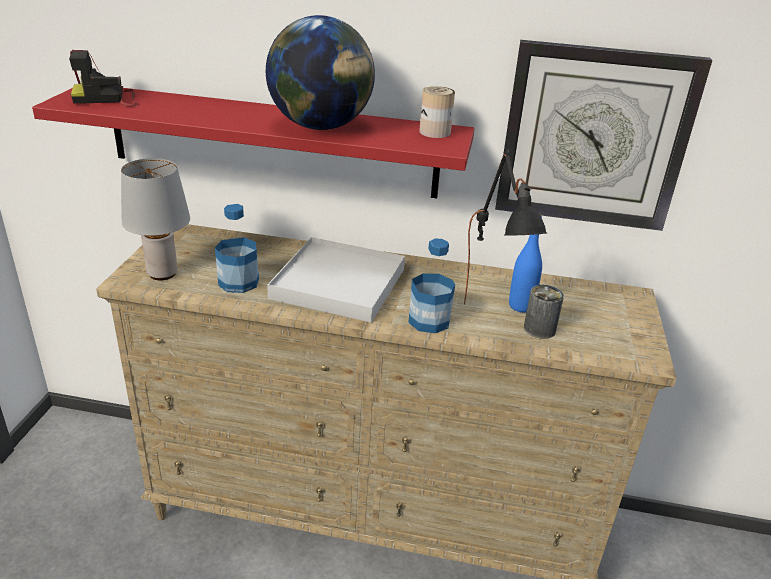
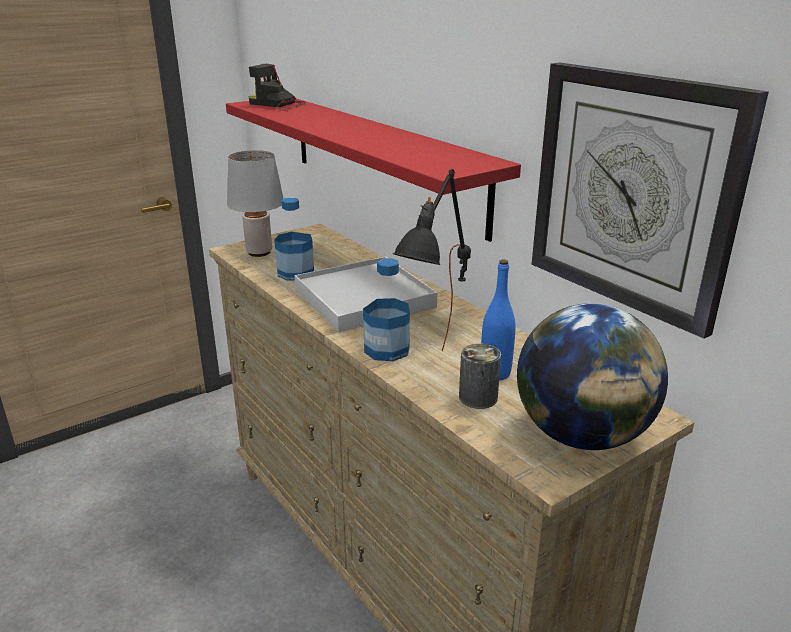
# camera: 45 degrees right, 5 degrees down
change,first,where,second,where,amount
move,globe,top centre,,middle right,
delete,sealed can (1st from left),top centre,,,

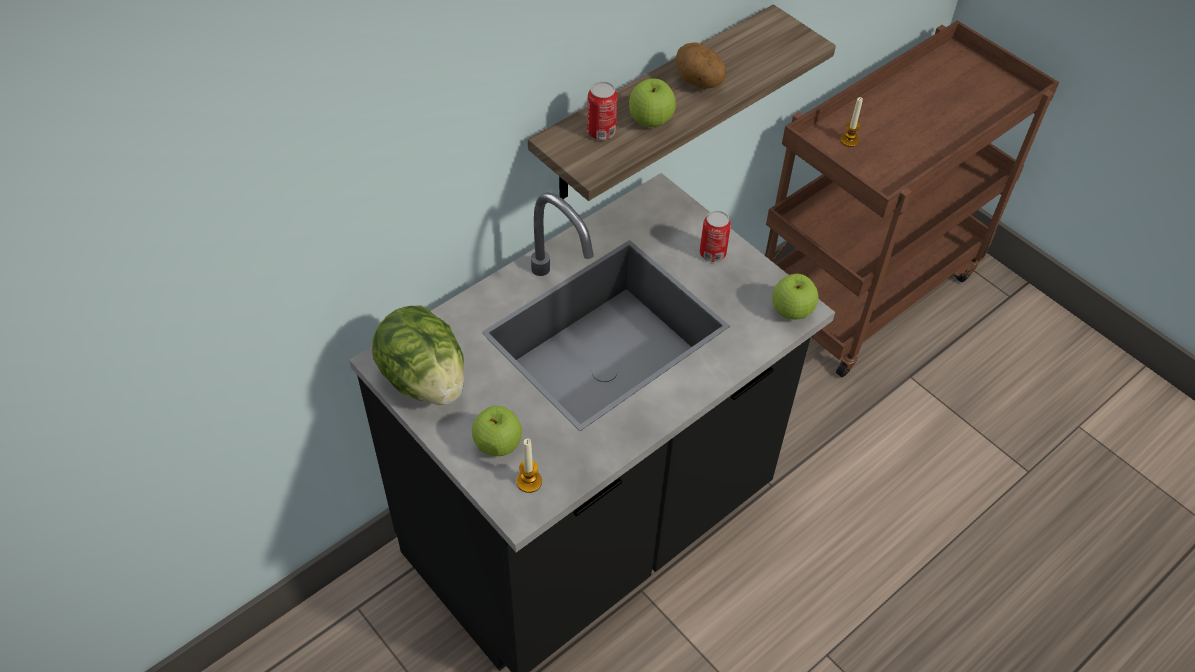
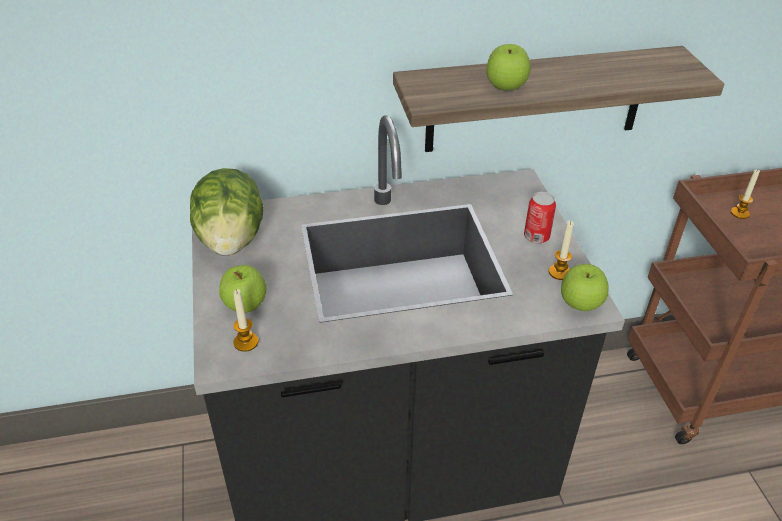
# camera: 30 degrees right, 10 degrees down
change,first,where,second,where,amount
delete,potato,top centre,,,
delete,sealed can (1st from left),top centre,,,
insert,,,wax light (2nd from left),middle right,

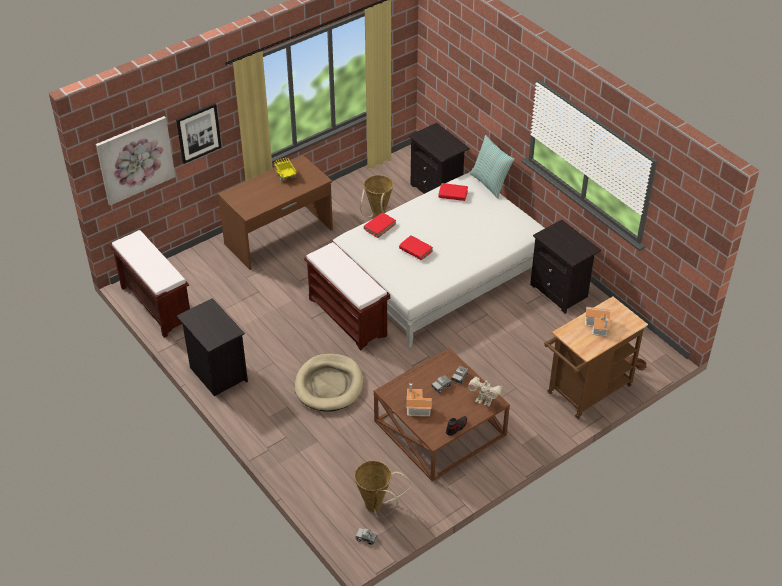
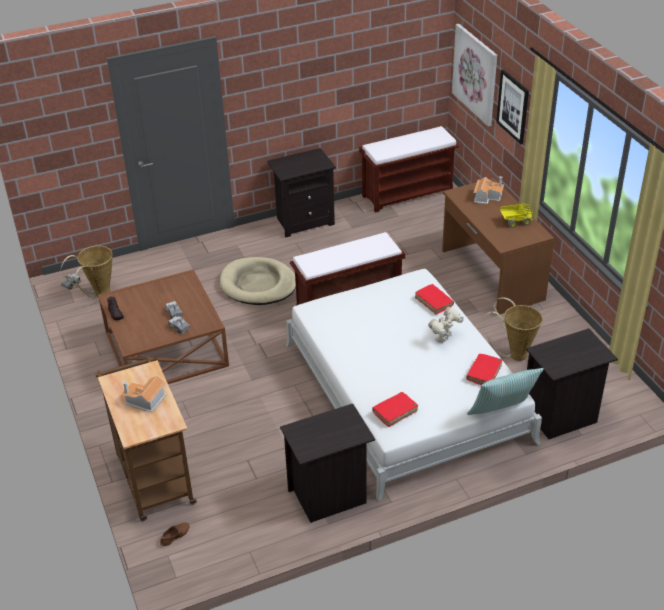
# camera: 105 degrees right, 5 degrees down
change,first,where,second,where,amount
move,book (reddish) (2nd from left in the first image),centre,book (reddish) (1st from left),bottom centre,
move,robot figure,bottom centre,,middle right,
move,miniature house (1st from left in the first image),bottom centre,miniature house (2nd from left),top right,

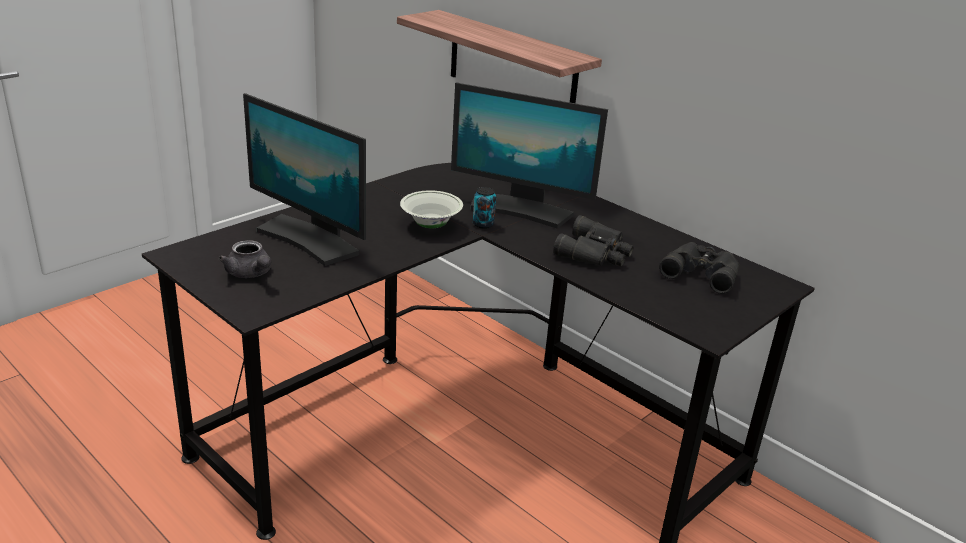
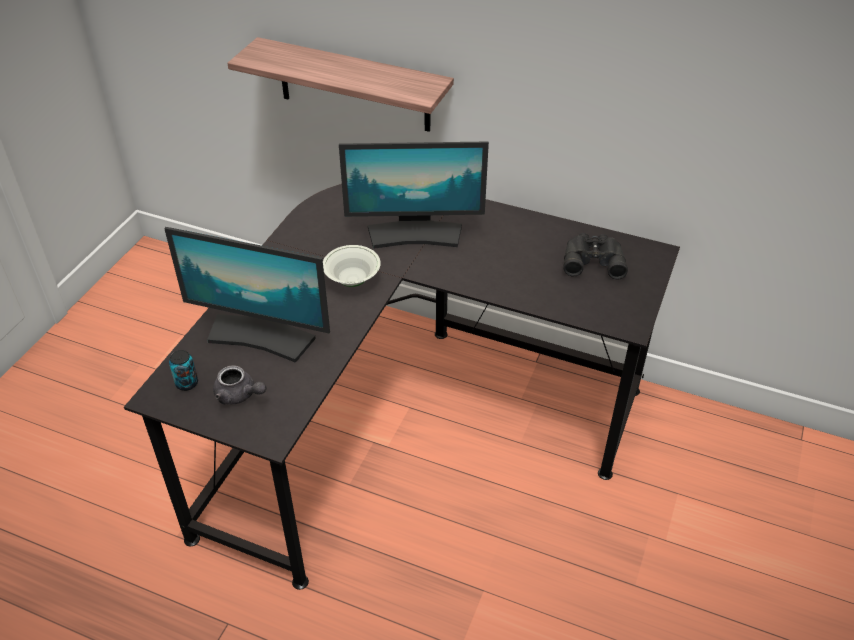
# camera: 20 degrees left, 15 degrees up
change,first,where,second,where,amount
move,sealed can,centre,,middle left,
delete,field glasses (black-coloured) (1st from left),centre,,,

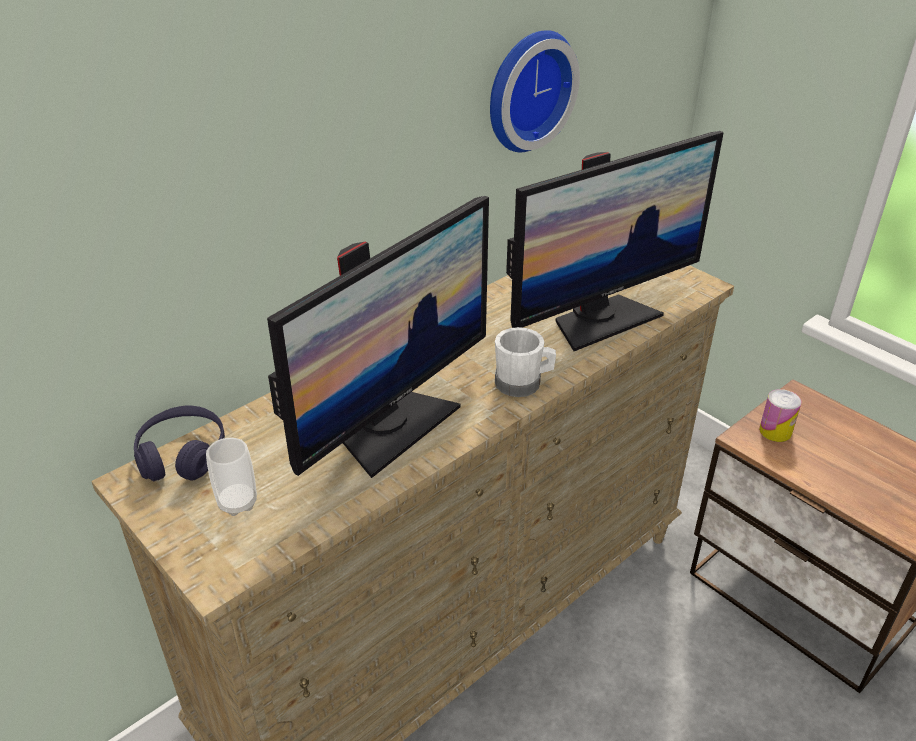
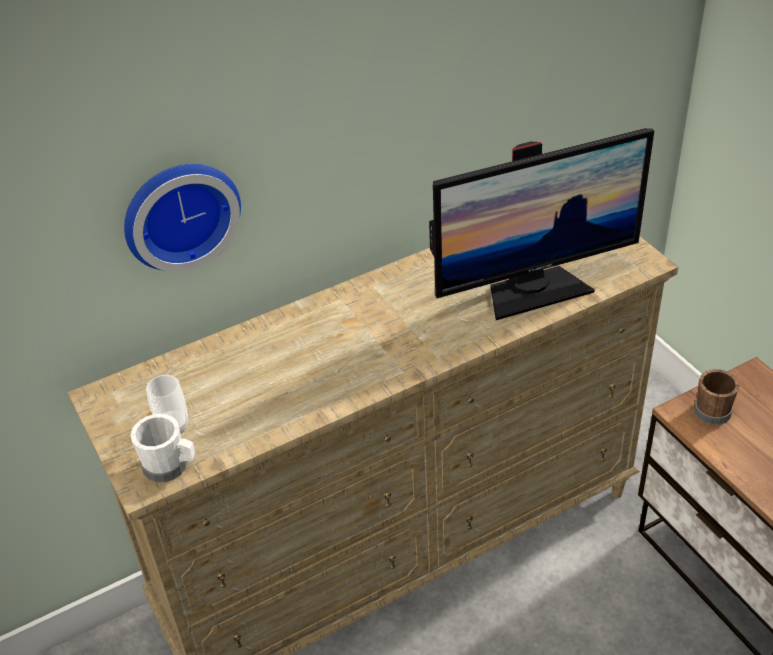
# camera: 15 degrees right, 5 degrees up
change,first,where,second,where,amount
move,wall clock,top centre,,top left,
delete,monitor (1st from left),centre,,,
move,coffee mug (white-coloured),centre,,bottom left,
replace,sealed can,middle right,coffee mug (brownish),middle right,
delete,headphones (purple-coloured),middle left,,,

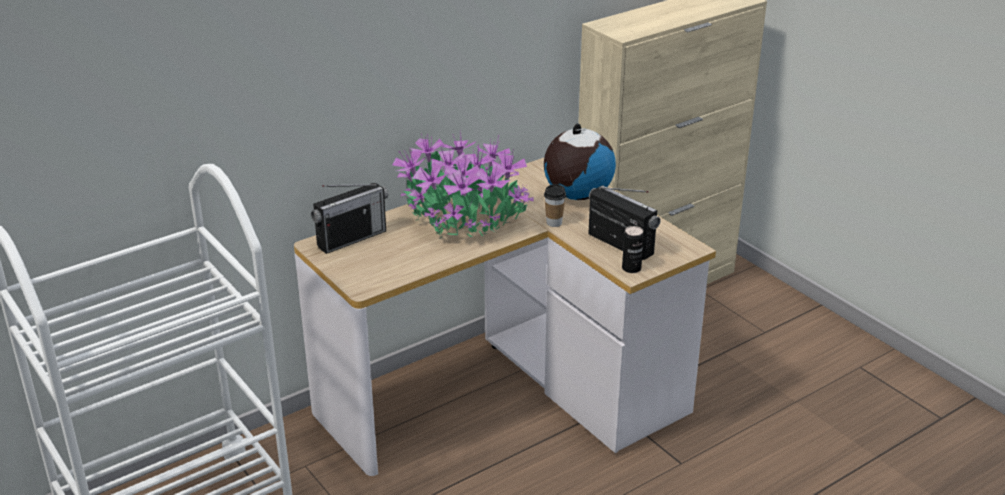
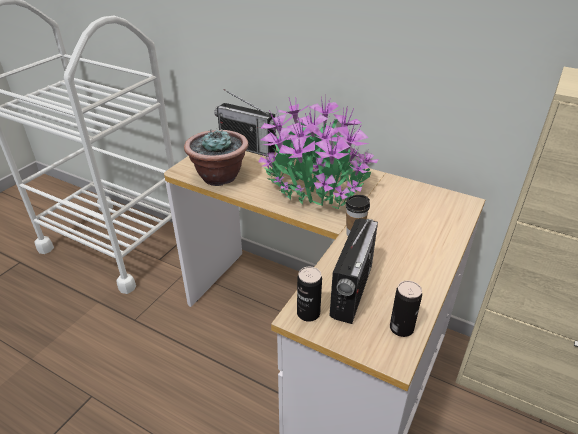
# camera: 65 degrees right, 5 degrees up
change,first,where,second,where,amount
delete,globe,top centre,,,
insert,,,houseplant (1st from left),centre,
insert,,,sealed can (2nd from left),bottom right,

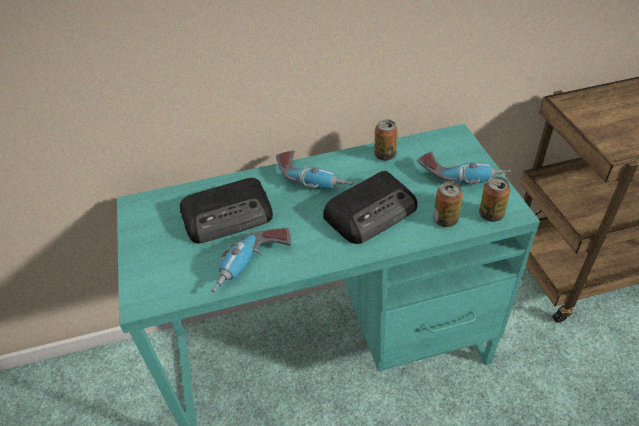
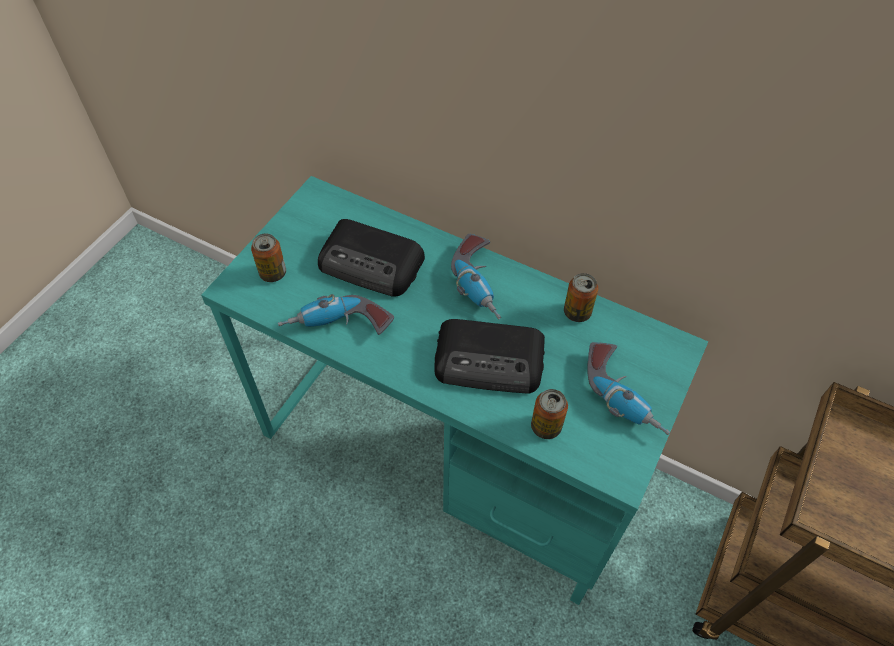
# camera: 40 degrees right, 10 degrees up
change,first,where,second,where,amount
move,sealed can (3rd from left in the first image),middle right,sealed can (1st from left),middle left,

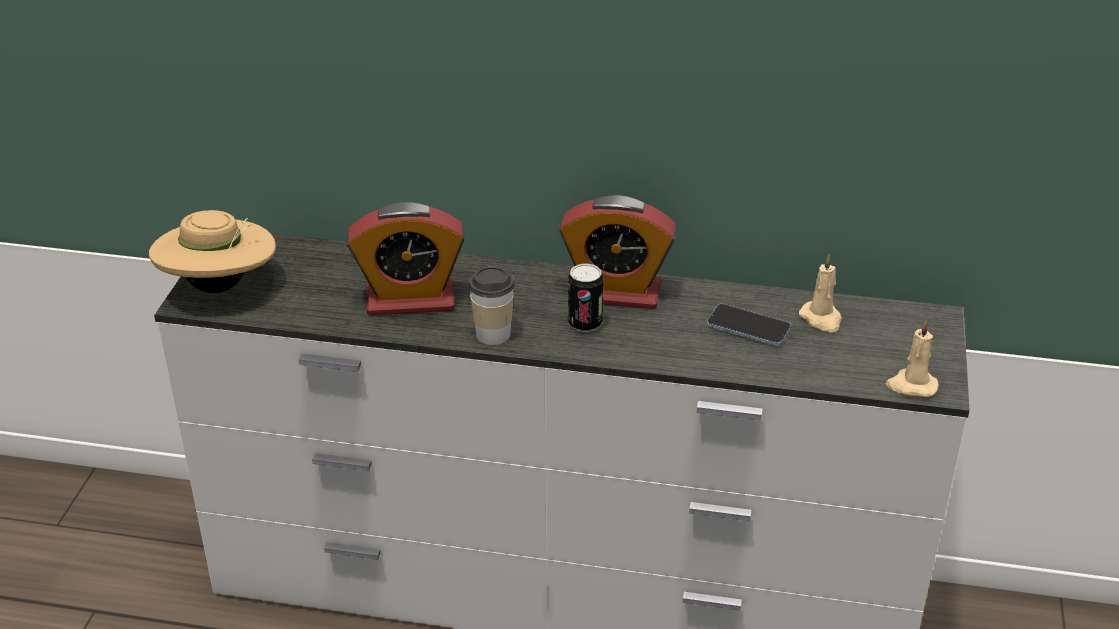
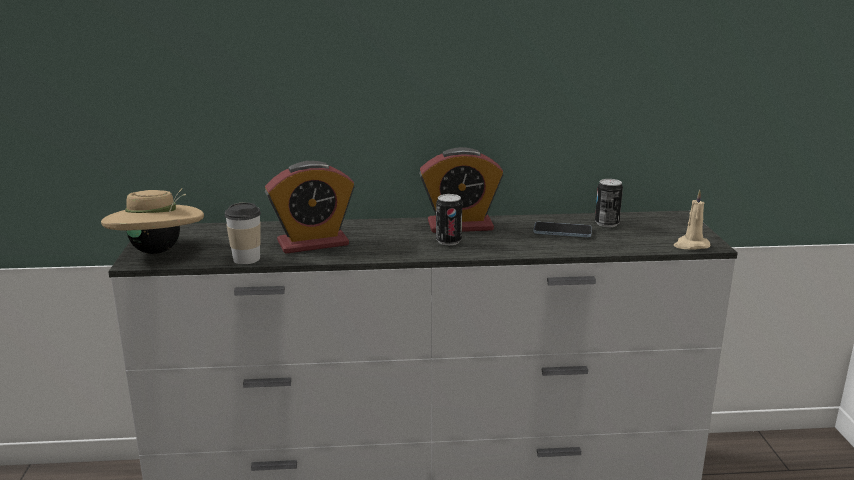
# camera: 15 degrees left, 15 degrees down
change,first,where,second,where,amount
replace,wax light (beige-coloured) (1st from left),middle right,sealed can (2nd from left),middle right,
move,small cup,centre,,middle left,

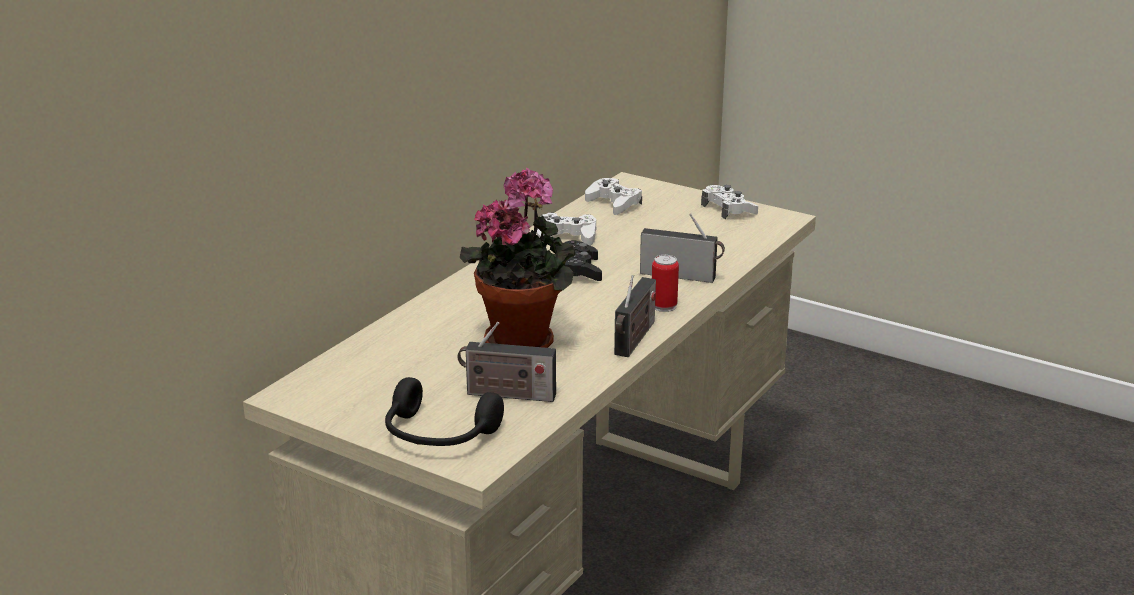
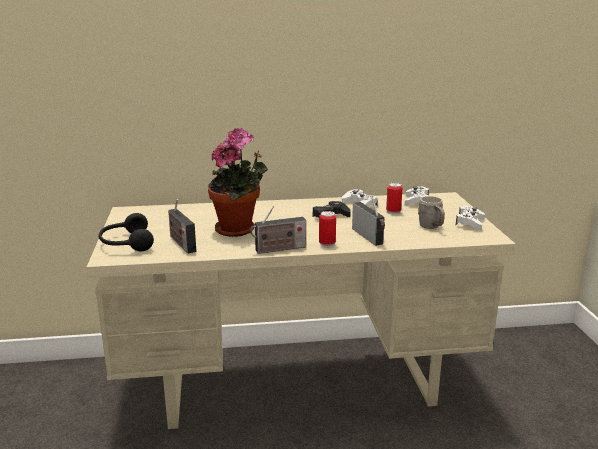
# camera: 50 degrees right, 5 degrees down
change,first,where,second,where,amount
insert,,,sealed can (2nd from left),centre,
insert,,,coffee mug (grey),middle right,

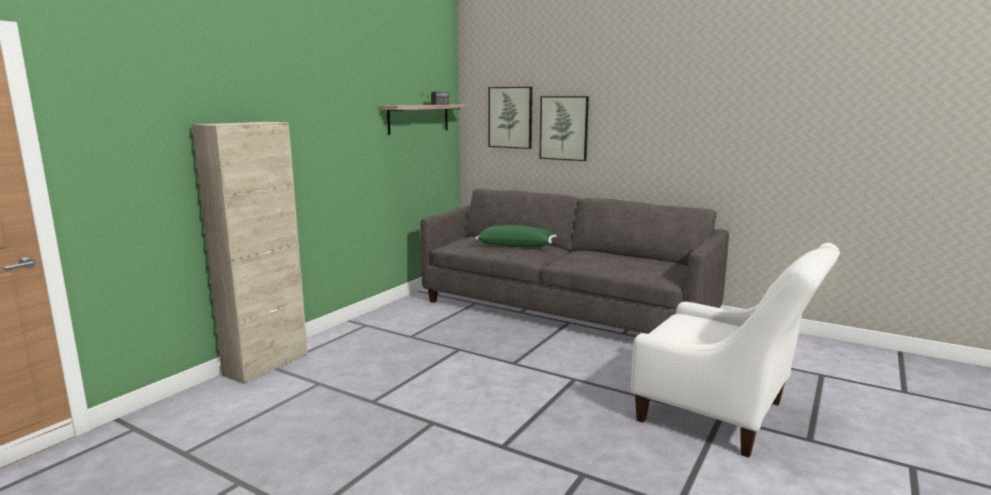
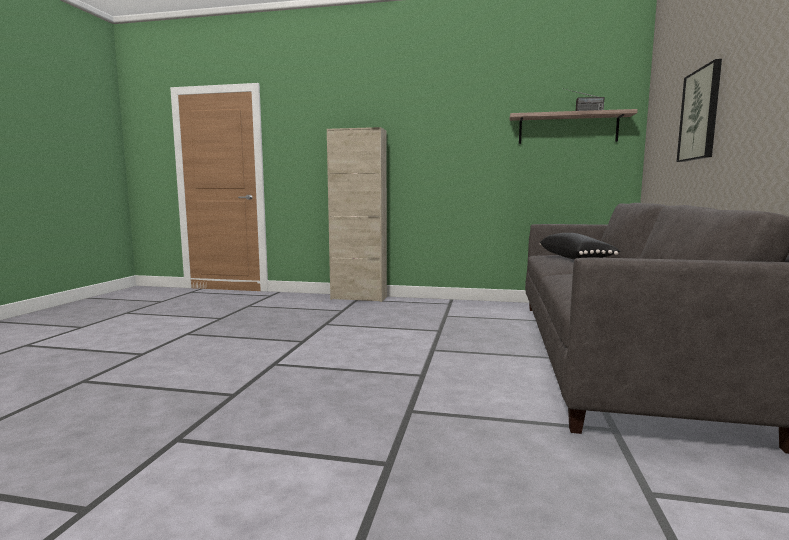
# camera: 70 degrees right, 5 degrees down
change,first,where,second,where,amount
delete,wall art (1st from left),top centre,,,
recolor,pillow (green),centre,pillow (black-coloured),middle right,
delete,armchair (white-coloured),bottom right,,,

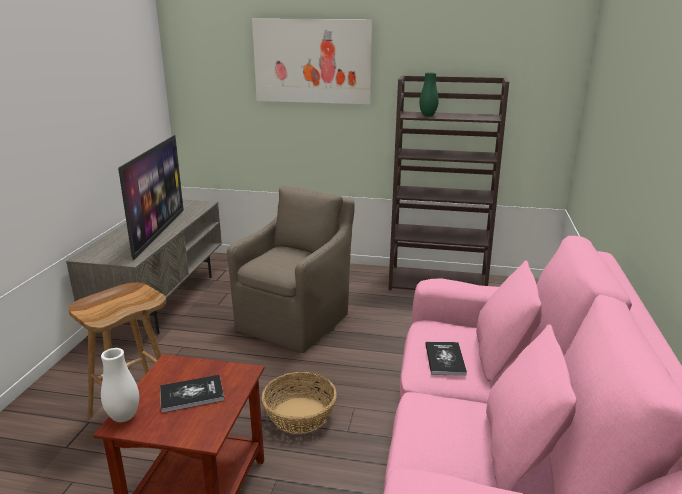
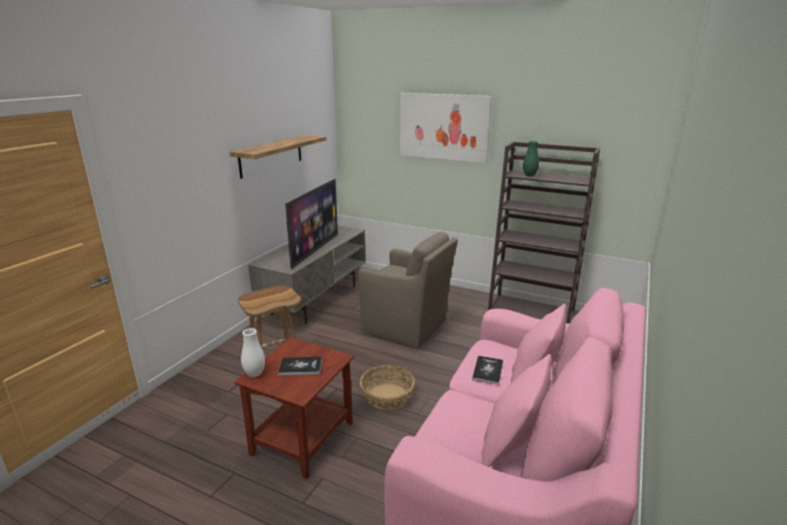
# camera: 15 degrees right, 0 degrees up
change,first,where,second,where,amount
rotate,armchair (brownish),centre,,centre,75 degrees clockwise
insert,,,shelf,top centre,

